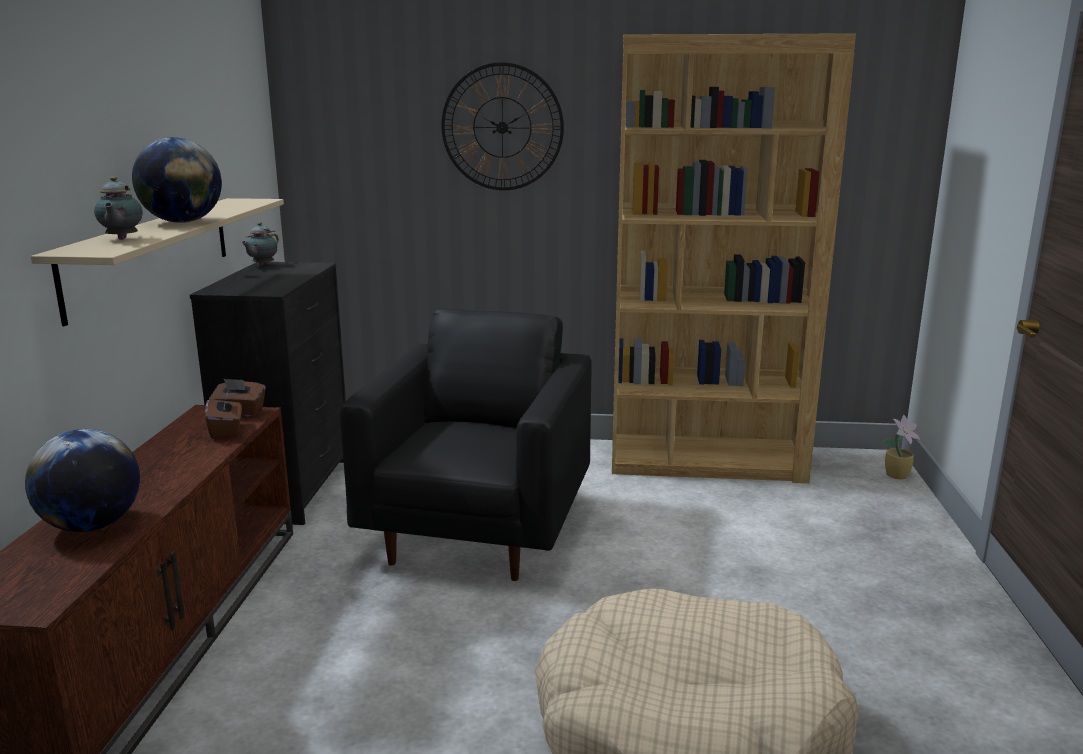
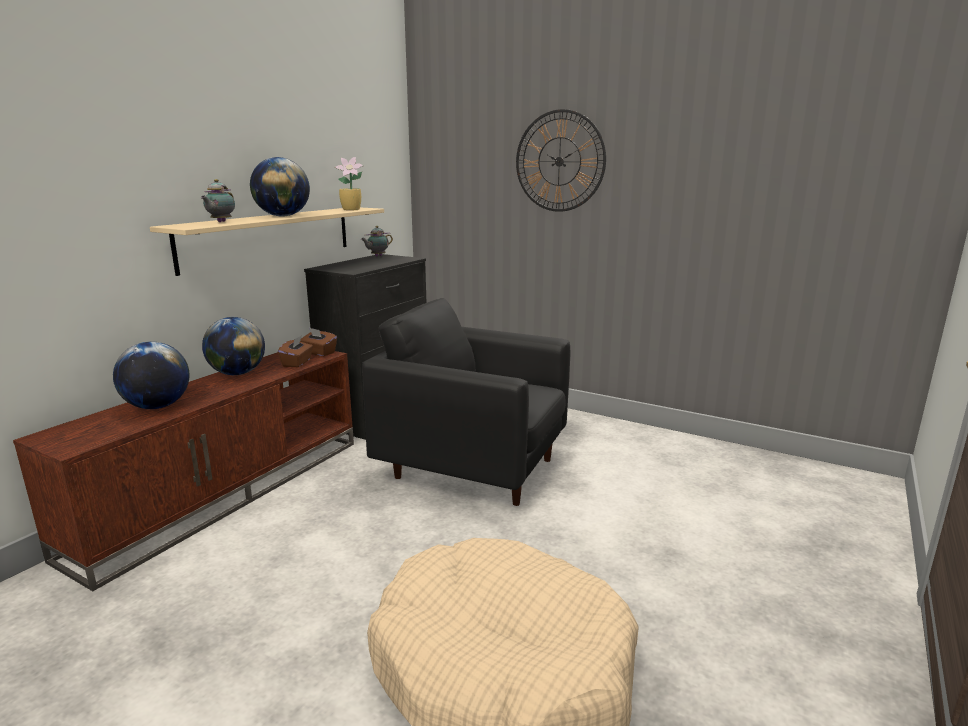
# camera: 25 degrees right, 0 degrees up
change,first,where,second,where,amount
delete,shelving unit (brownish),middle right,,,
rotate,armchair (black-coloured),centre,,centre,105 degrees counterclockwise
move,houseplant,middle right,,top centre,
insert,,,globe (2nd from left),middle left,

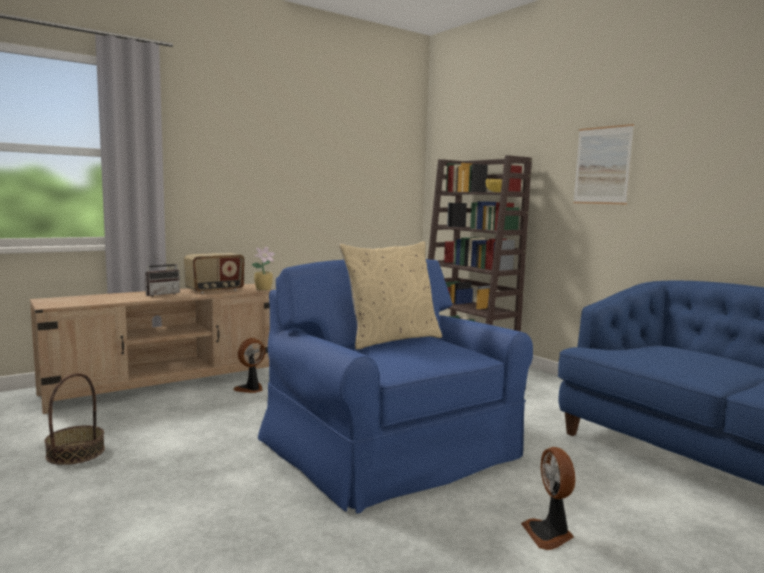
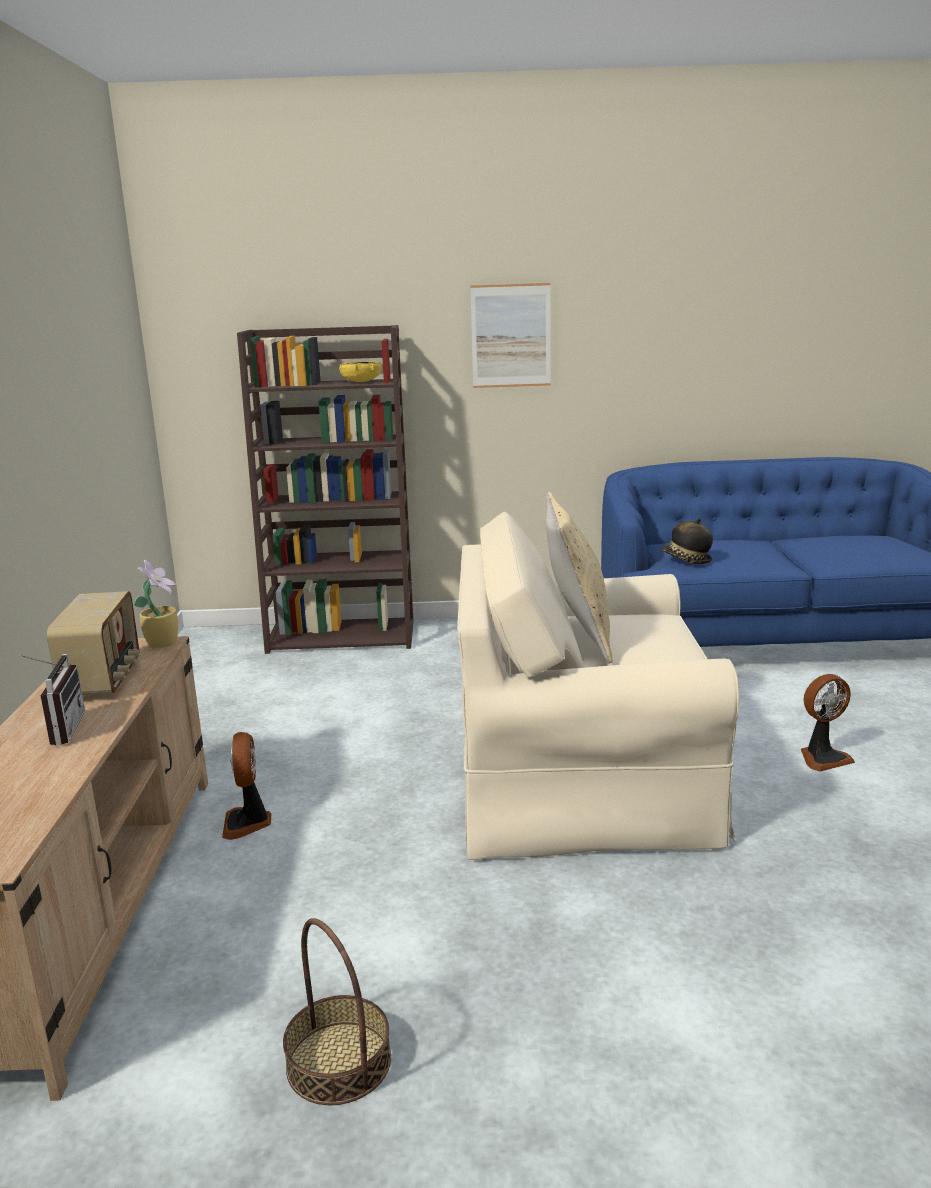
# camera: 55 degrees left, 10 degrees up
change,first,where,second,where,amount
recolor,armchair (blue),bottom centre,armchair (beige-coloured),centre,
rotate,fan (2nd from left),bottom right,,middle right,45 degrees counterclockwise
insert,,,clothing hat,middle right,

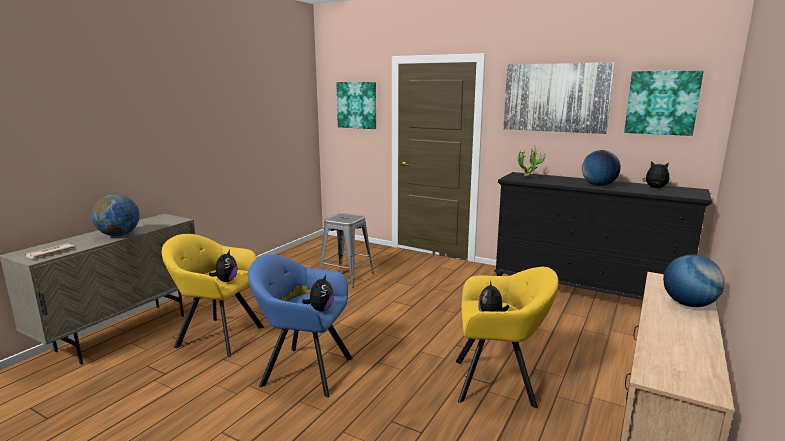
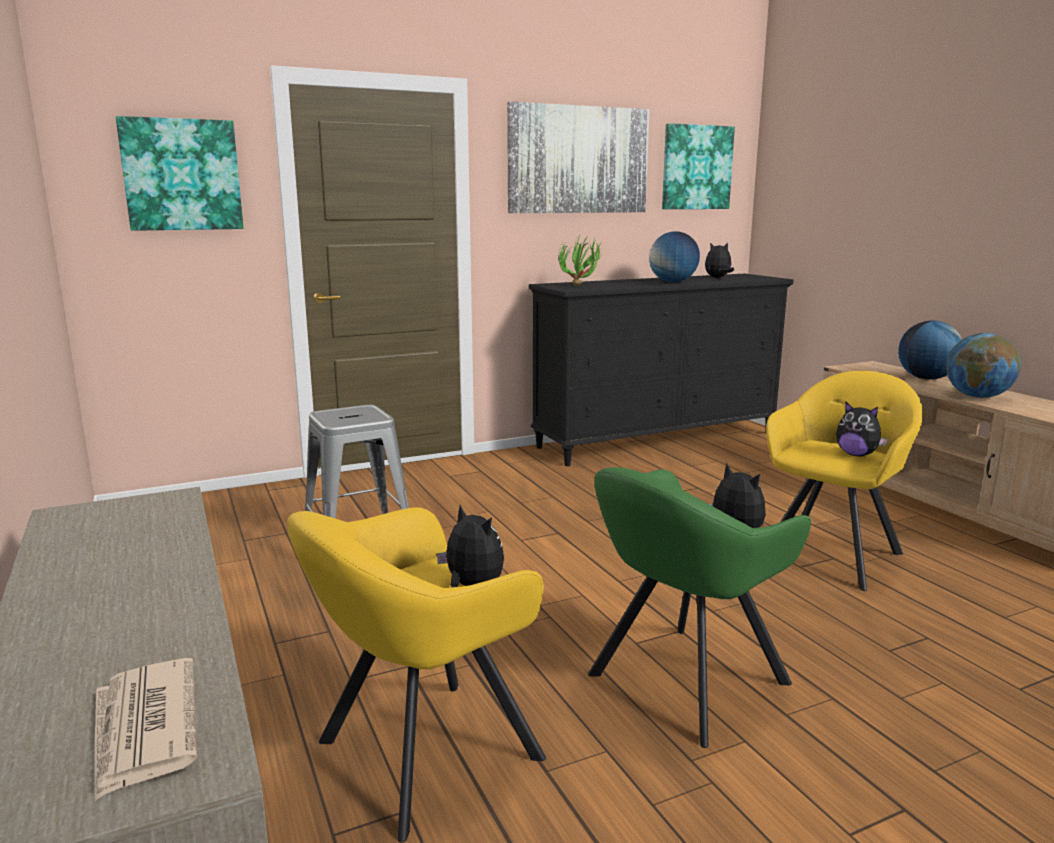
# camera: 55 degrees left, 0 degrees up
change,first,where,second,where,amount
move,globe (1st from left in the first image),middle left,globe (3rd from left),middle right,
recolor,armchair (blue),bottom centre,armchair (green),bottom centre,

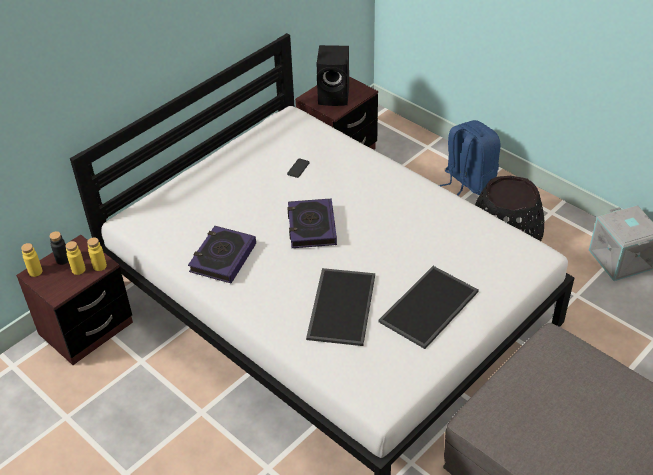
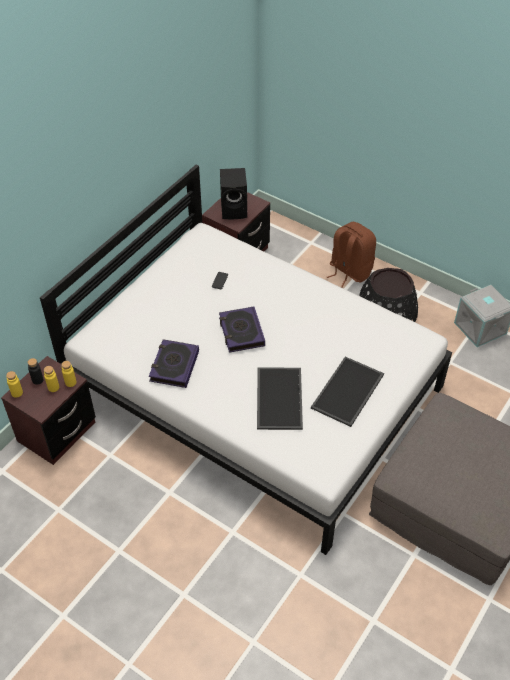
# camera: 10 degrees left, 5 degrees up
change,first,where,second,where,amount
recolor,backpack (blue),top right,backpack (brownish),middle right,

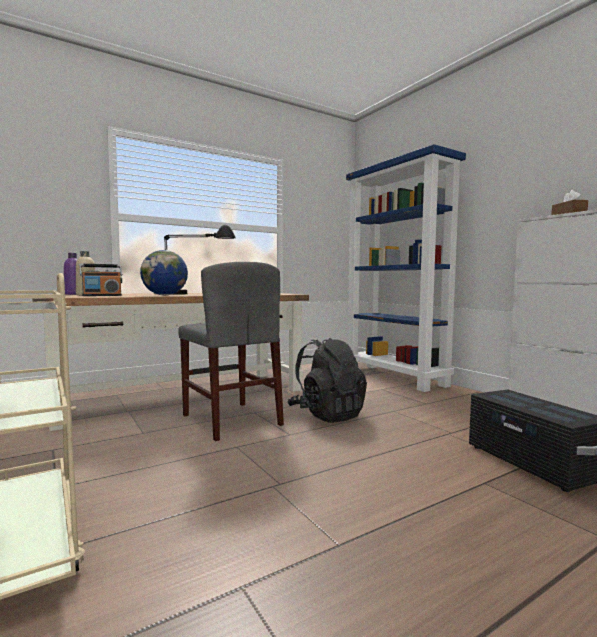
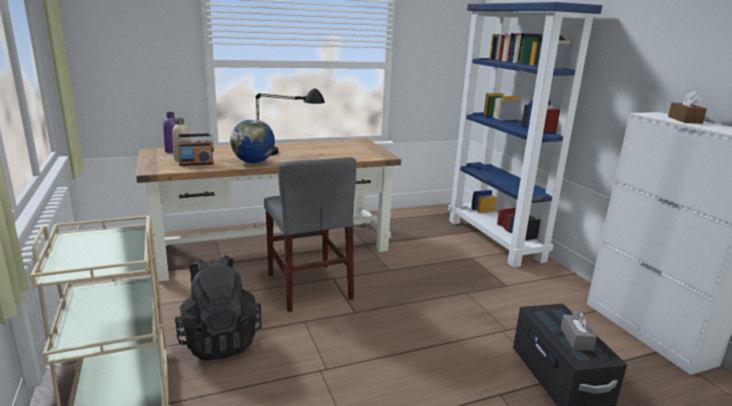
# camera: 10 degrees right, 15 degrees up
change,first,where,second,where,amount
move,backpack (black-coloured),centre,,bottom left,
insert,,,box of tissues (grey),bottom right,

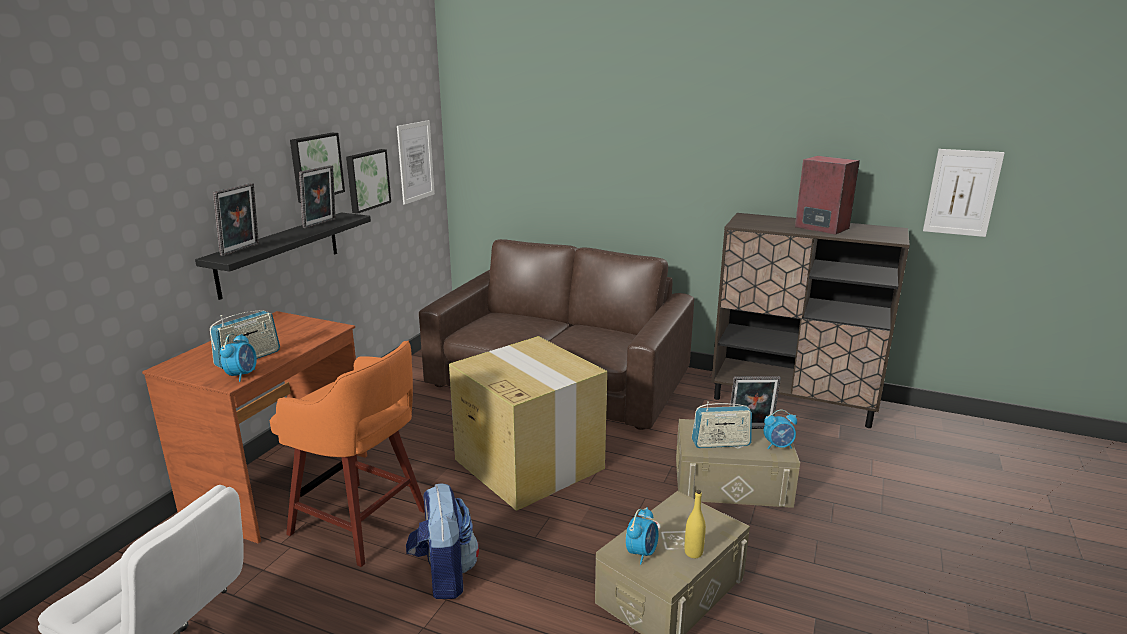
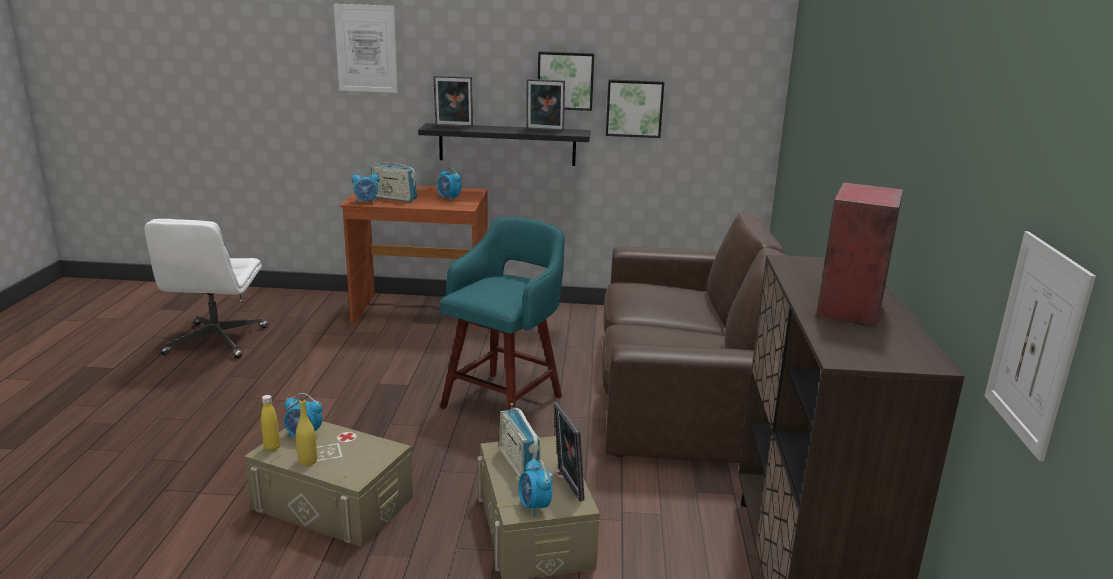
# camera: 70 degrees right, 0 degrees up
change,first,where,second,where,amount
move,wall art (3rd from left in the first image),top centre,wall art (1st from left),top left,
replace,carton,bottom centre,stool (blue-green),centre,
delete,stool (orange),bottom left,,,
delete,backpack,bottom centre,,,
insert,,,table clock (3rd from left),top centre,
insert,,,beverage bottle (yellow-coloured) (1st from left),bottom left,

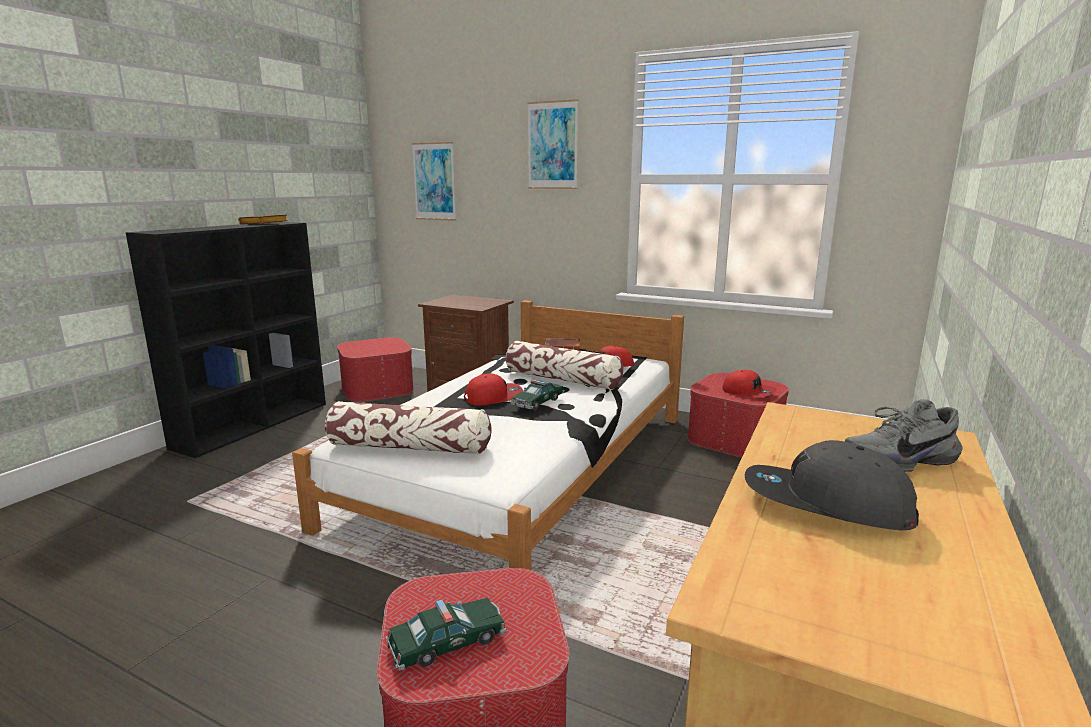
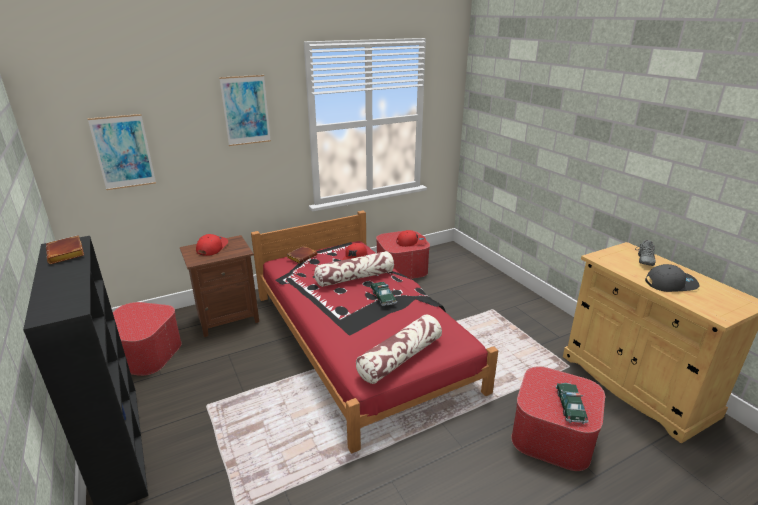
# camera: 55 degrees left, 10 degrees up
change,first,where,second,where,amount
recolor,bedroom bed (white-coloured),centre,bedroom bed (reddish),centre,
move,cap (reddish) (1st from left),centre,,middle left,
rotate,cap (grey),bottom right,,middle right,150 degrees counterclockwise

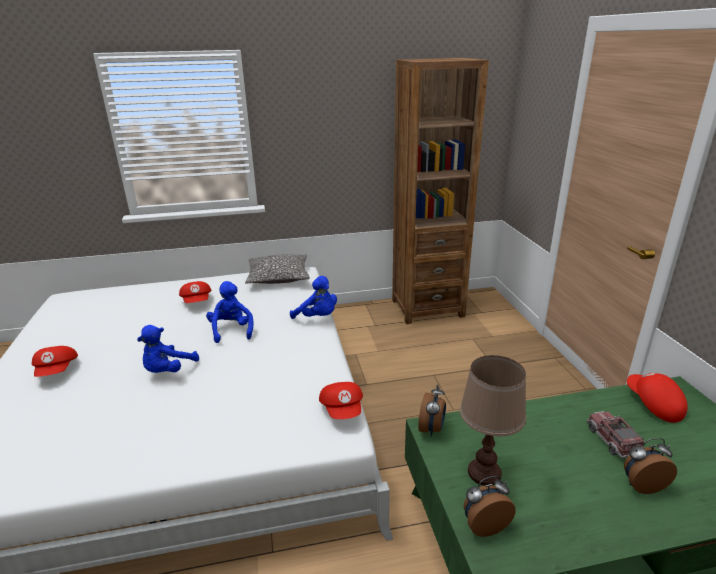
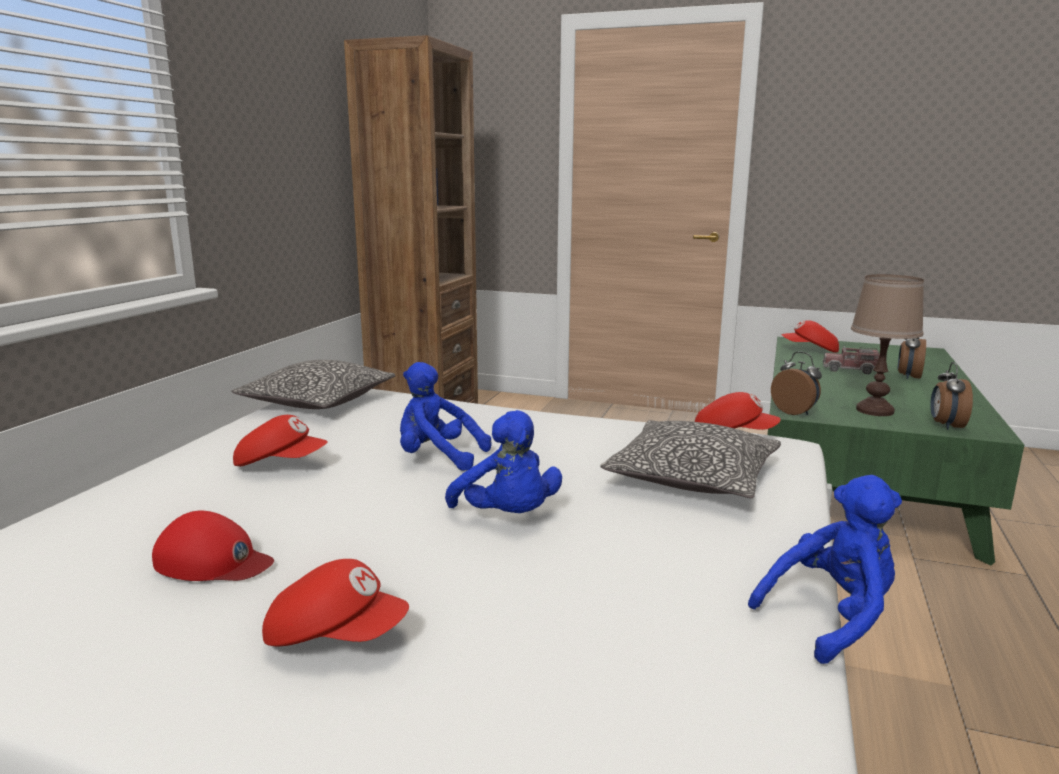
# camera: 60 degrees left, 10 degrees down
change,first,where,second,where,amount
move,plush toy (blue) (3rd from left),centre,,bottom right,
insert,,,pillow (2nd from left),centre,
insert,,,cap (reddish) (1st from left),bottom left,

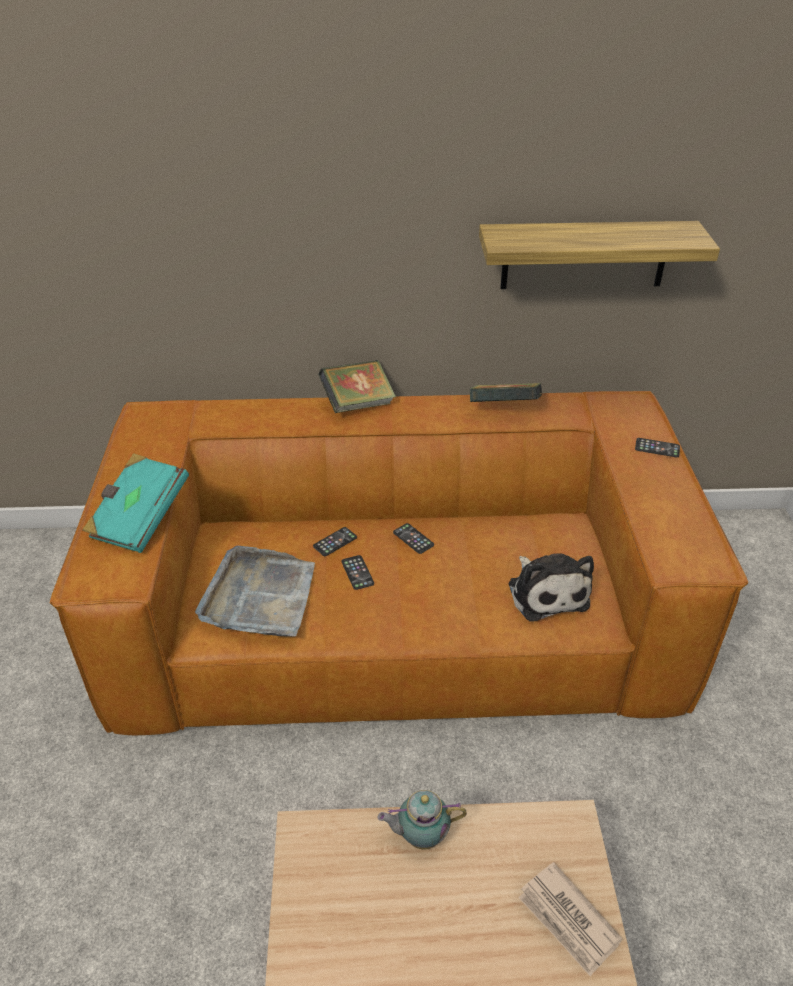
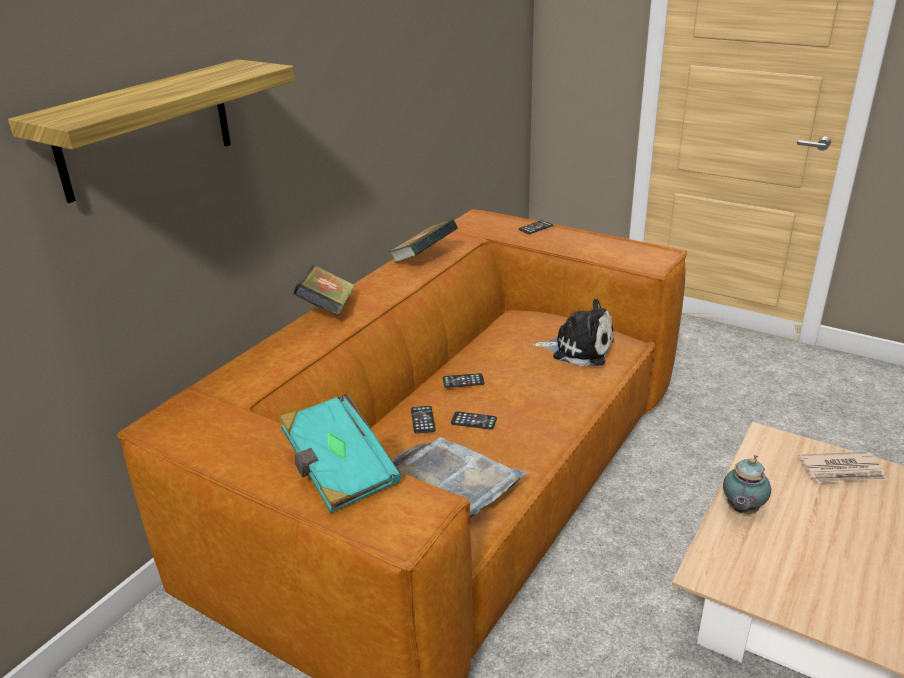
# camera: 55 degrees left, 10 degrees down
change,first,where,second,where,amount
move,shelf,top right,,top left,

